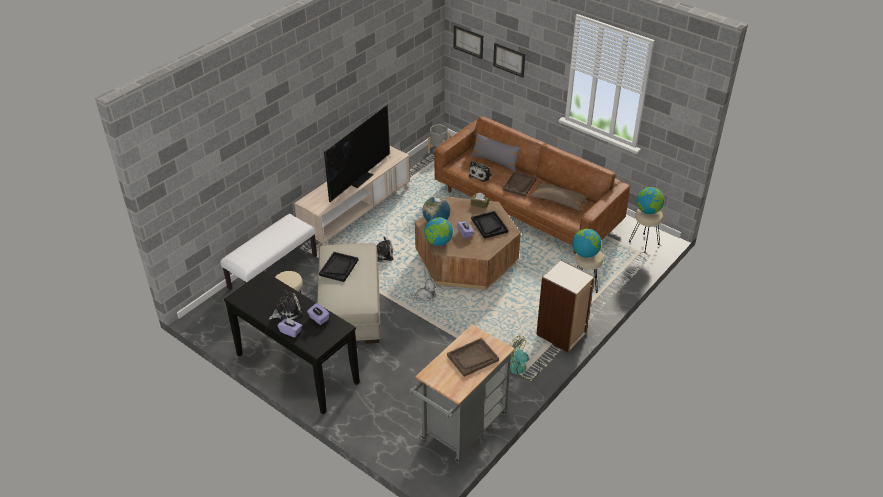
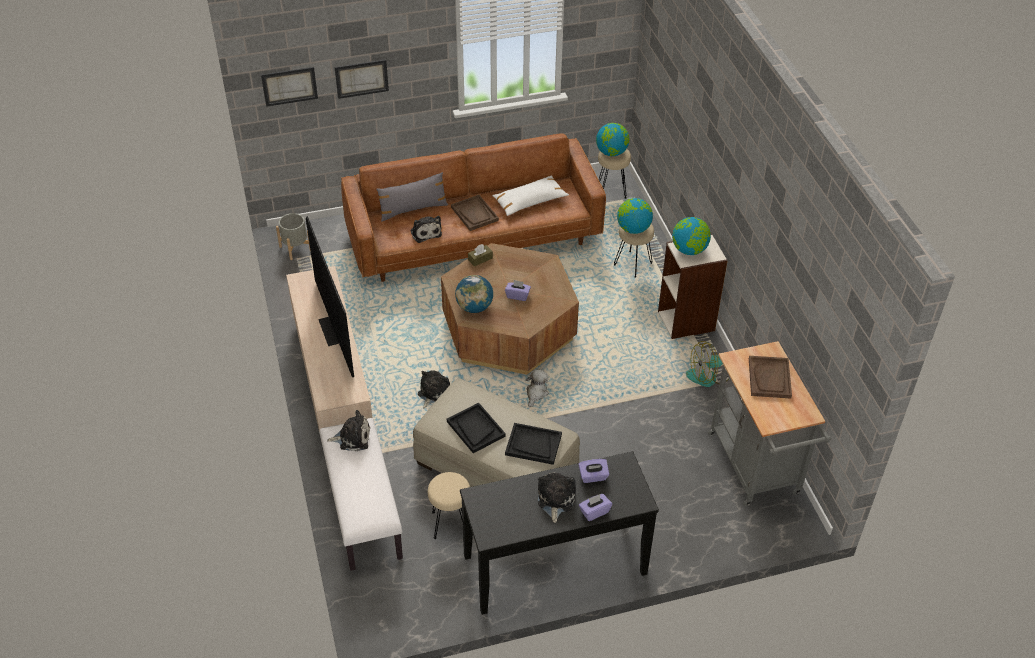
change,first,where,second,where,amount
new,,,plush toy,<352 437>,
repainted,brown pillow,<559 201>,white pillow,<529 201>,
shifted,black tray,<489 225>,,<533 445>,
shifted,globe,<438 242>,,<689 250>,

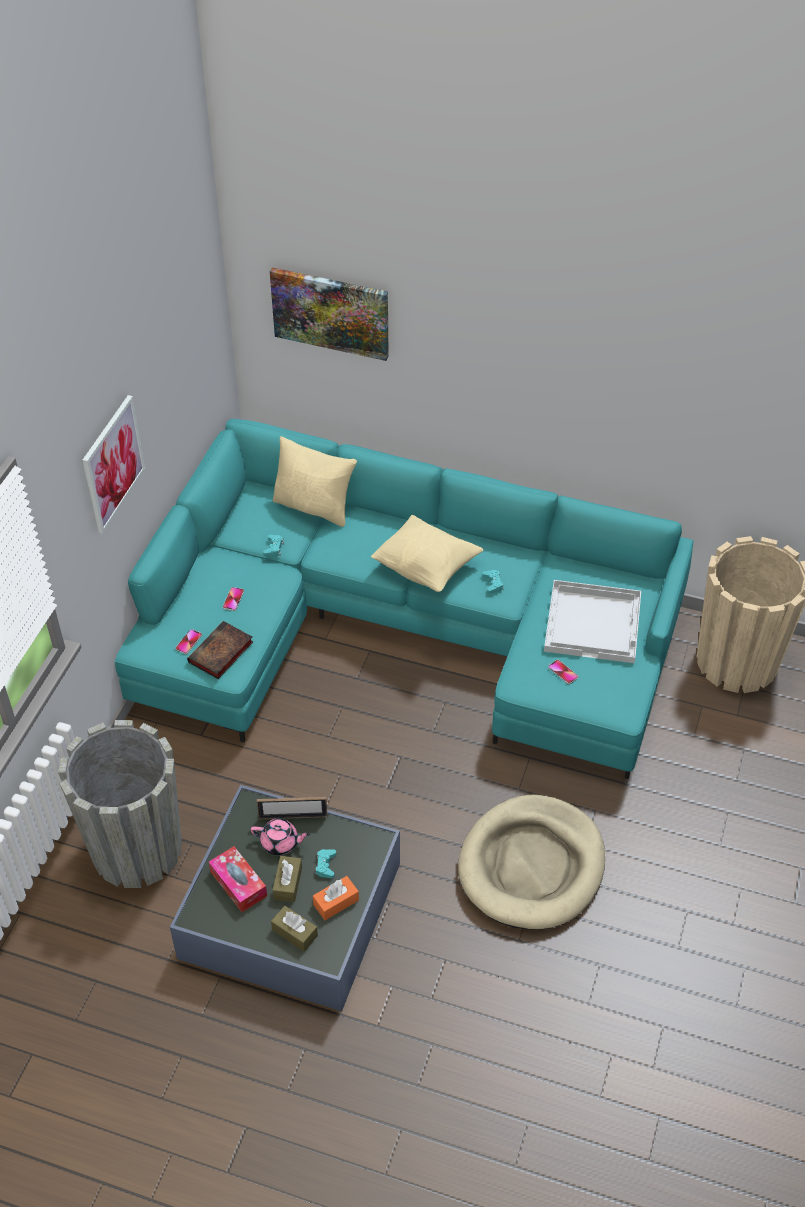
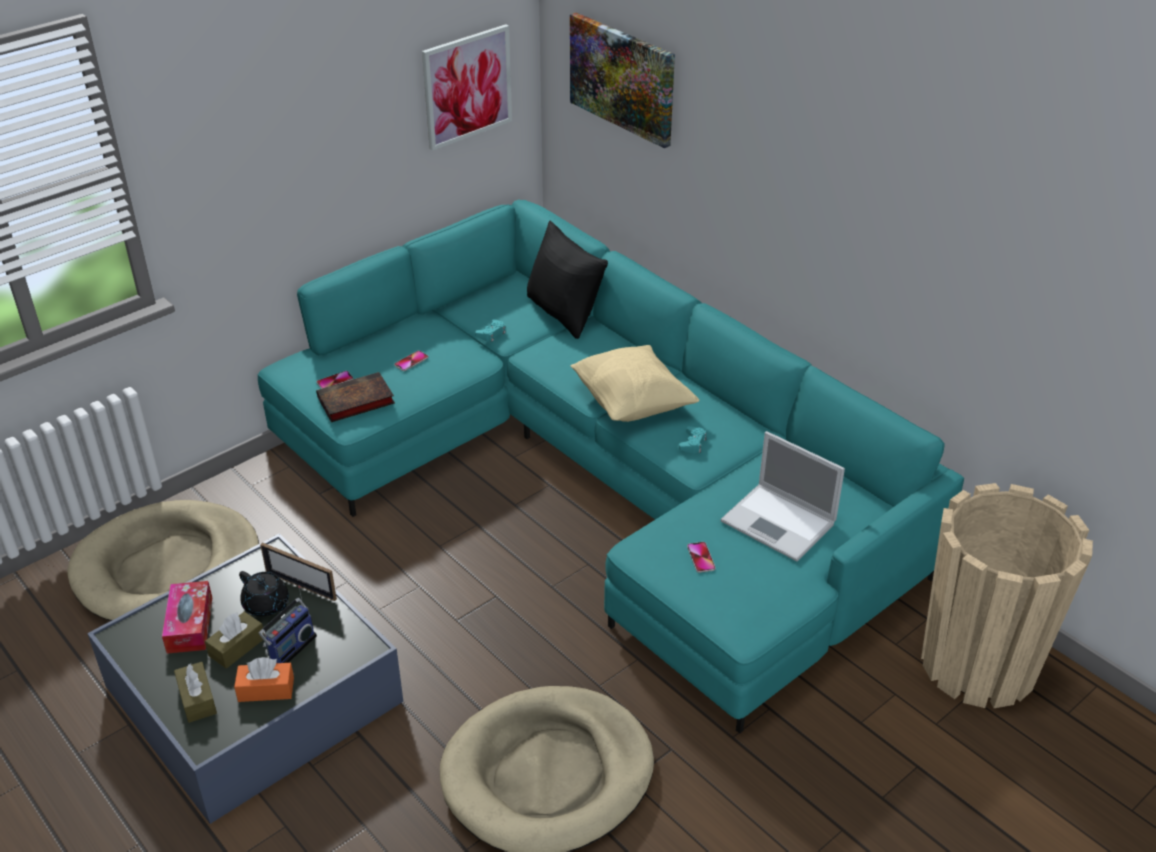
change,first,where,second,where,amount
swapped,grey planter,<137 849>,beige dog bed,<167 568>,
repainted,pink teapot,<280 843>,black teapot,<266 605>,
swapped,turquoise game controller,<325 865>,radio,<290 648>,
shifted,picture,<113 464>,,<467 86>,
repainted,beige pillow,<314 507>,black pillow,<564 313>,
swapped,white tray,<593 623>,laptop,<780 523>,

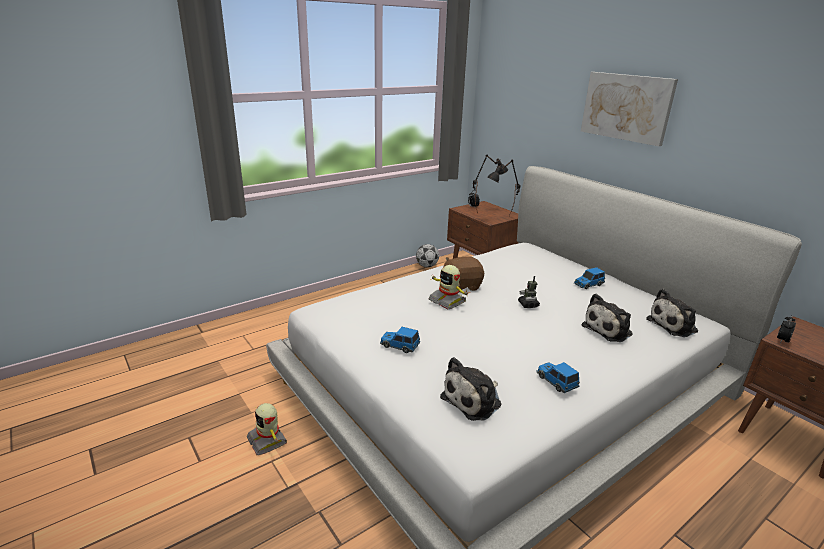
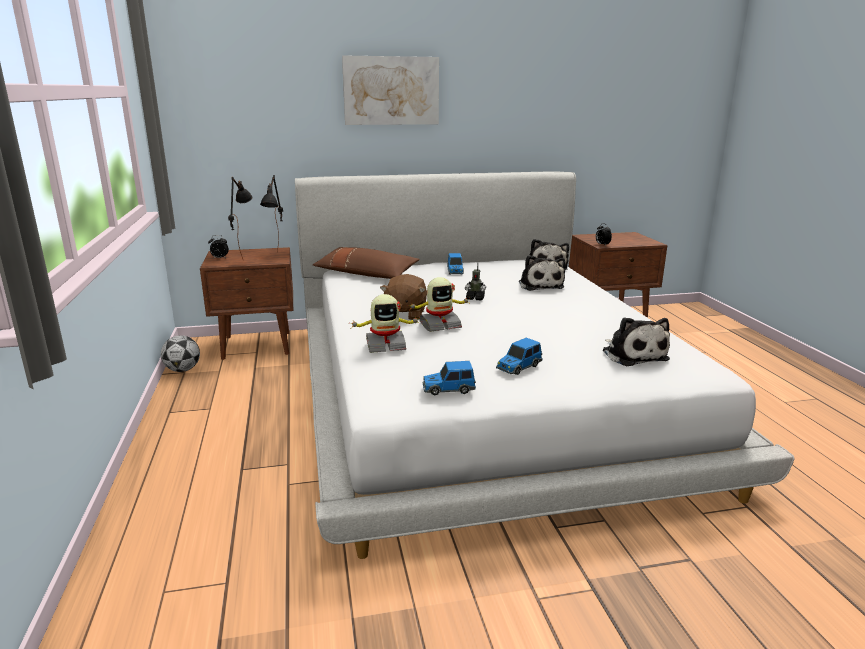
change,first,where,second,where,amount
new,,,brown pillow,<366 273>,
shifted,toy robot,<268 440>,,<385 345>,
shifted,toy car,<556 382>,,<448 389>,

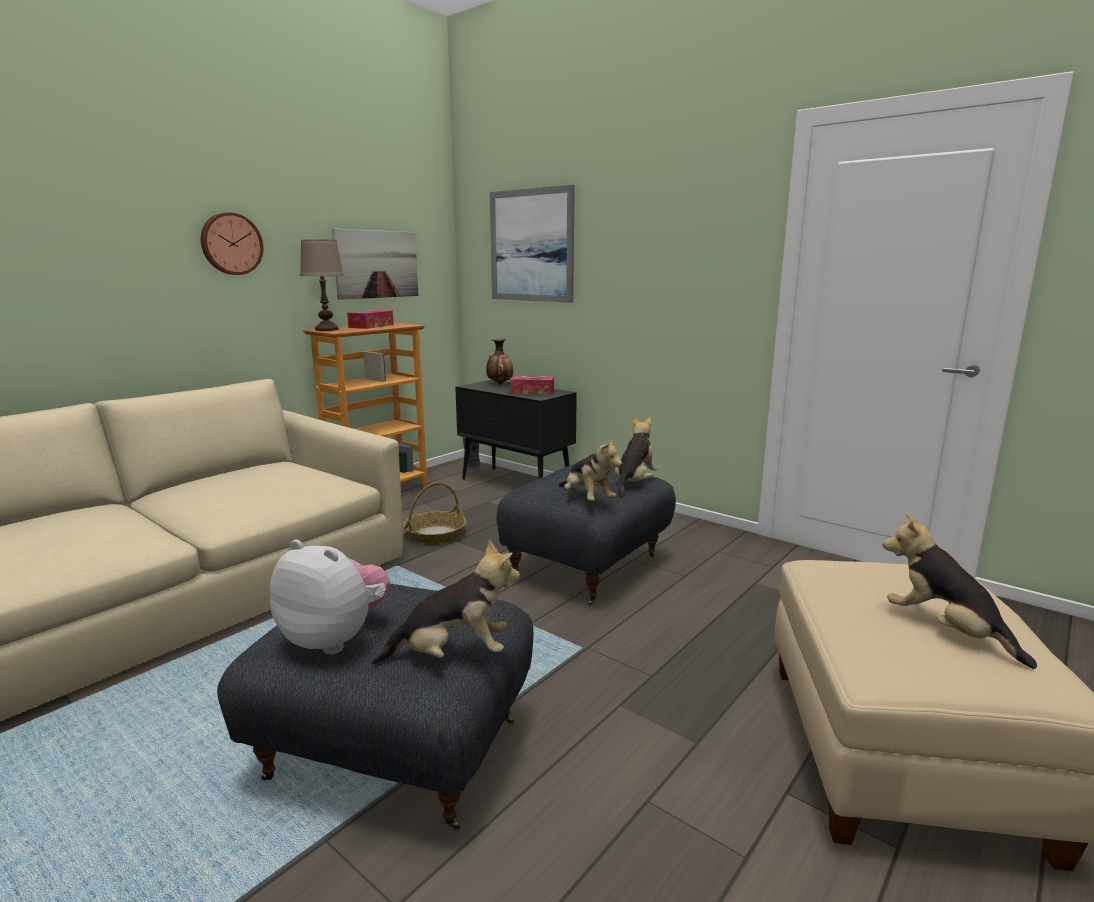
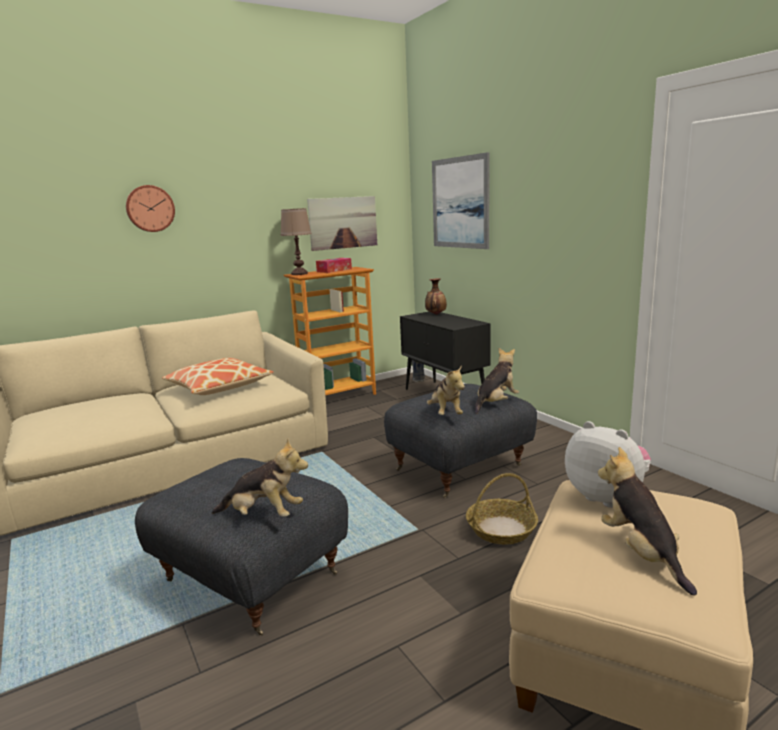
change,first,where,second,where,amount
shifted,wall clock,<231 244>,,<150 208>,
new,,,pillow,<219 387>,
shifted,basket,<435 534>,,<501 529>,
shifted,plush toy,<335 638>,,<606 497>,
gone,tissue box,<532 391>,,,

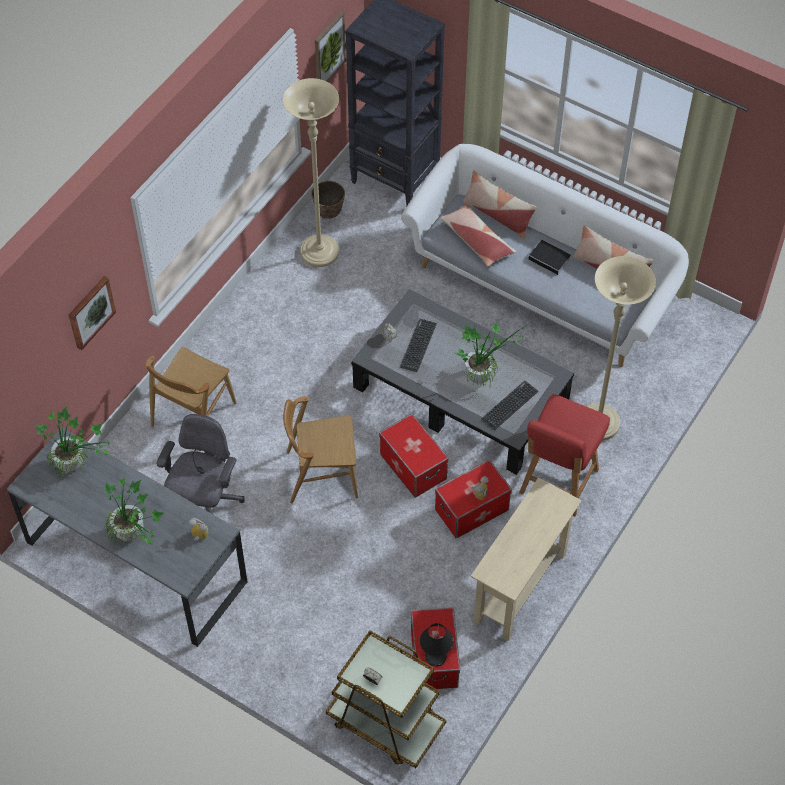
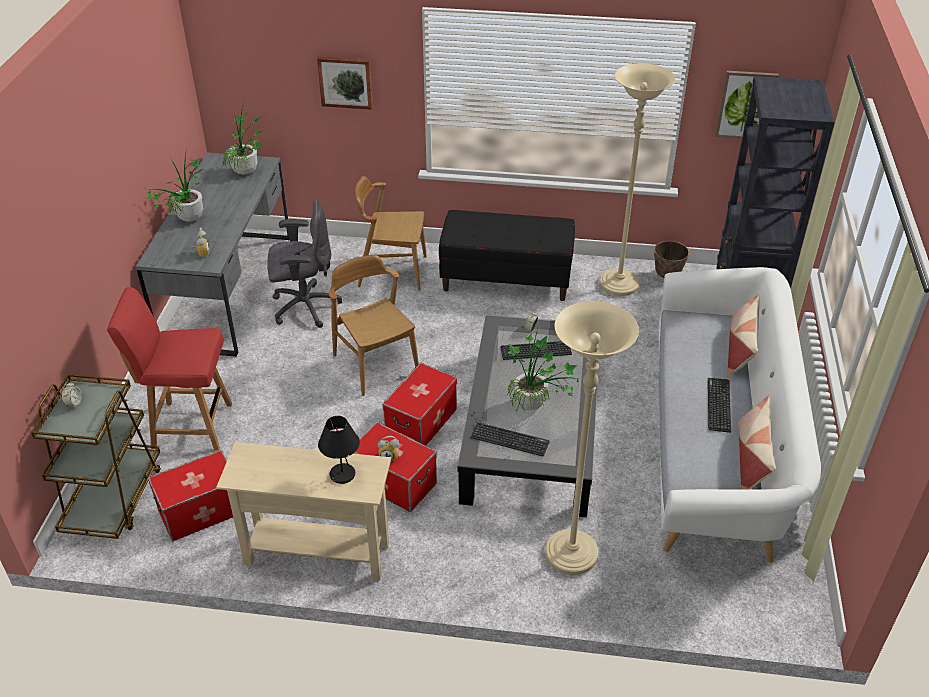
change,first,where,second,where,amount
shifted,red chair,<558 483>,,<190 425>,
shifted,black table lamp,<435 657>,,<342 474>,
new,,,black bench,<506 279>,
swapped,book,<550 259>,keyboard,<719 405>,
gone,pillow,<476 240>,,,

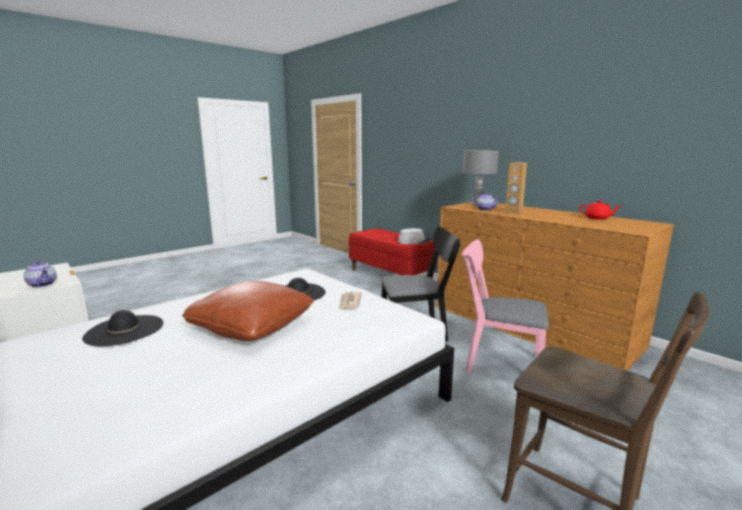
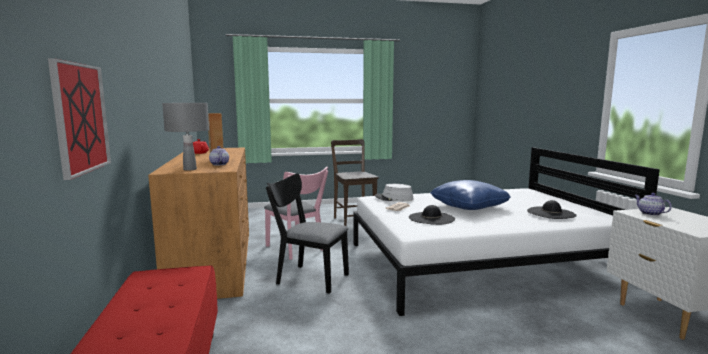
change,first,where,second,where,amount
new,,,picture,<80 118>,
shifted,grey hat,<414 241>,,<394 198>,
repainted,brown pillow,<252 326>,blue pillow,<468 206>,

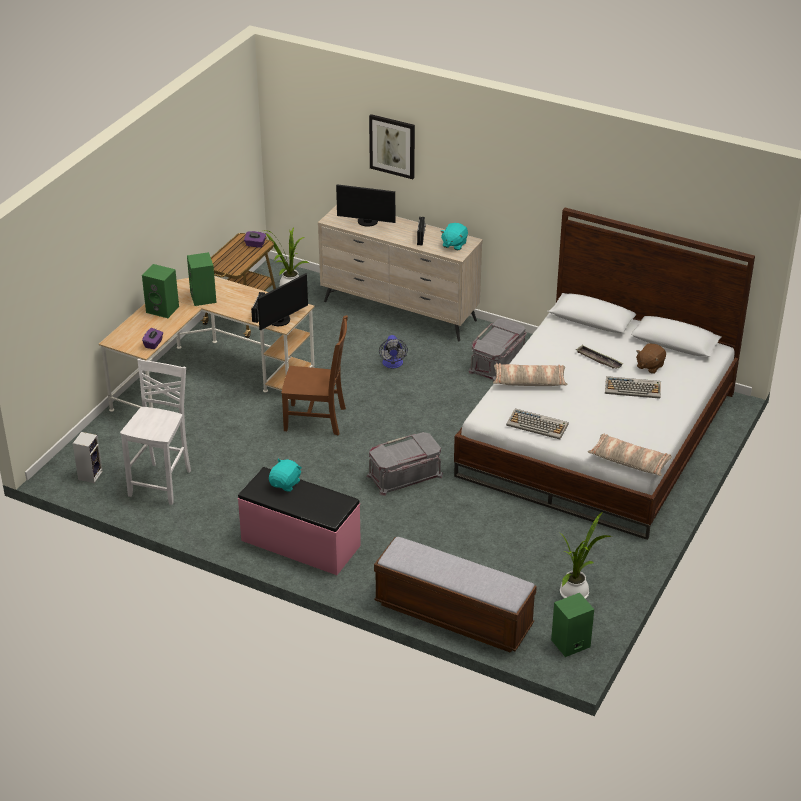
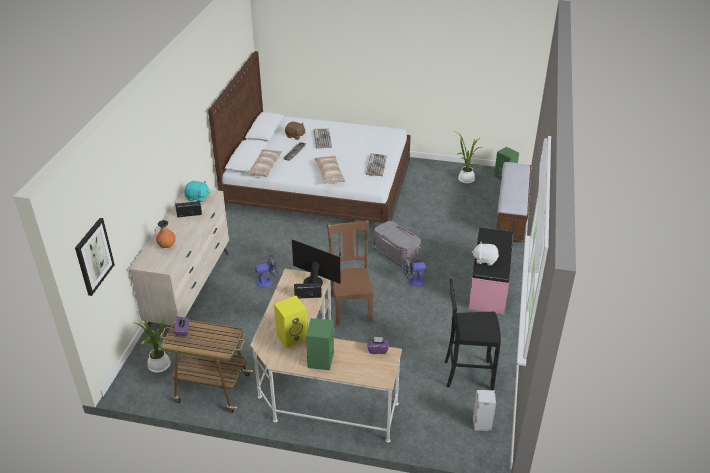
change,first,where,second,where,amount
shifted,picture,<392 146>,,<94 256>,
swapped,monitor,<367 222>,orange vase,<167 246>,
shifted,pillow,<629 461>,,<265 167>,
repainted,green speaker,<204 298>,yellow speaker,<292 336>,
new,,,fan,<413 281>,
repainted,white chair,<162 483>,black chair,<467 374>,
repainted,turquoise plush toy,<285 484>,white plush toy,<485 260>,
gone,grey storage box,<498 362>,,,

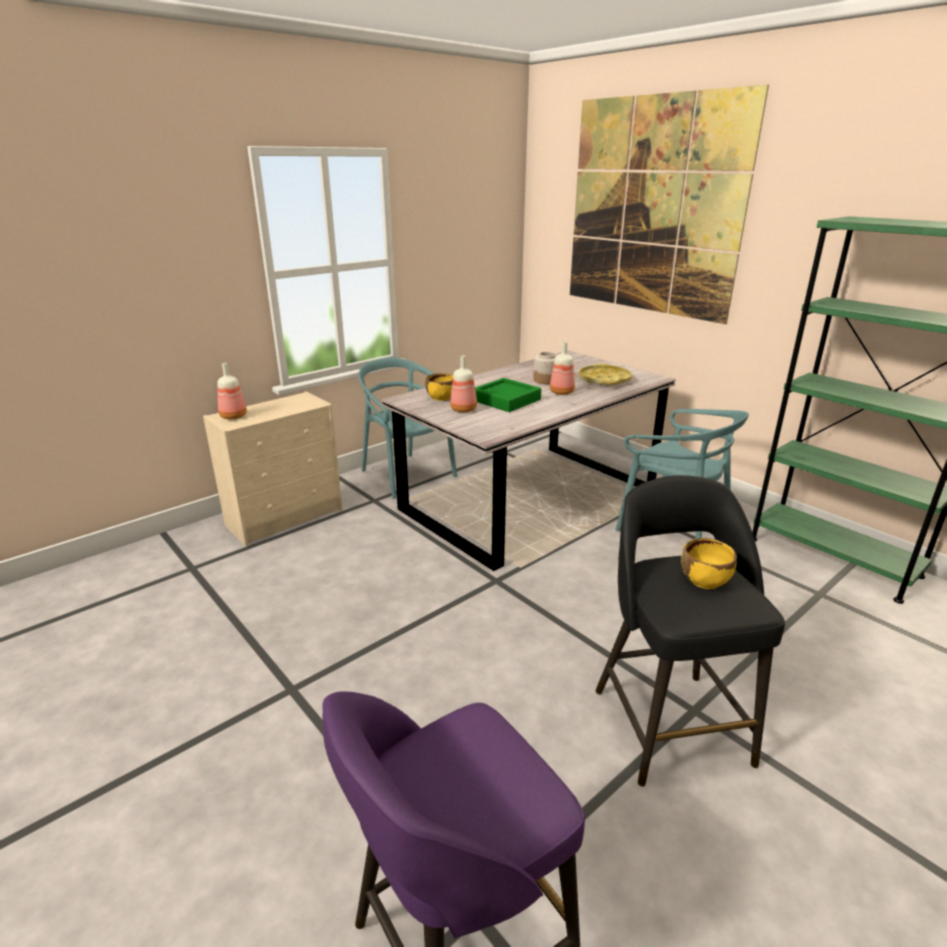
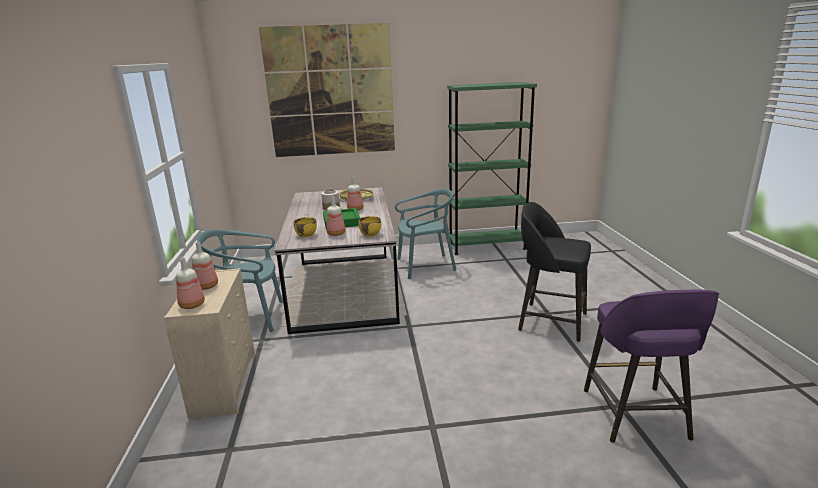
change,first,where,second,where,amount
new,,,bottle,<207 286>,
shifted,yellow bowl,<705 580>,,<370 234>,

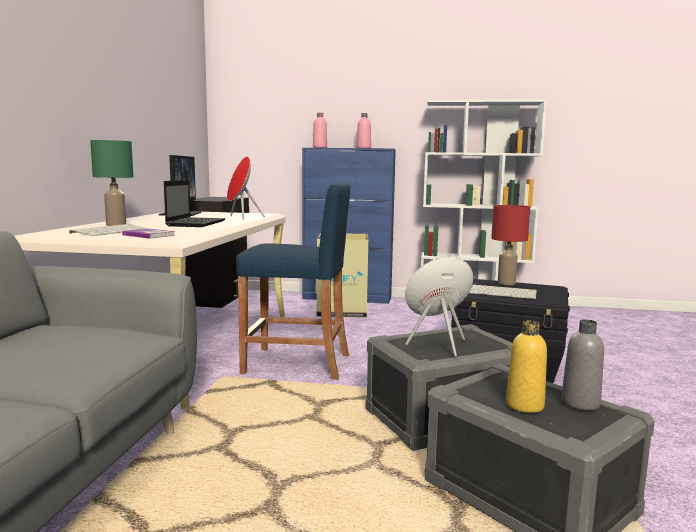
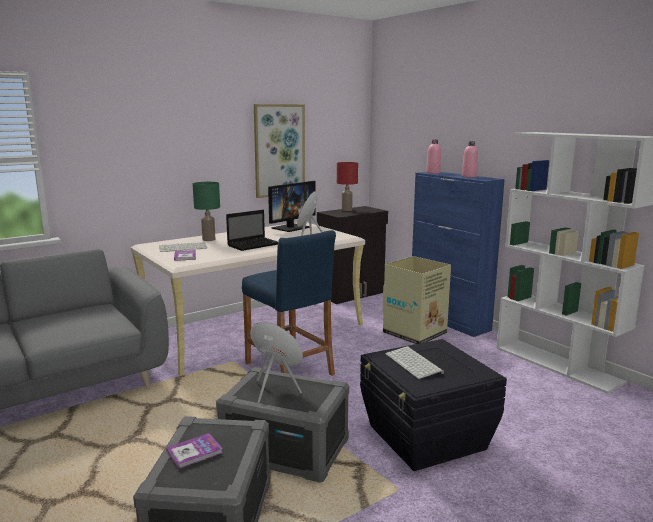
change,first,where,second,where,amount
swapped,yellow bottle,<524 405>,book,<194 452>,
new,,,picture,<279 150>,
shifted,red table lamp,<506 283>,,<347 210>,
gone,grey bottle,<580 403>,,,

